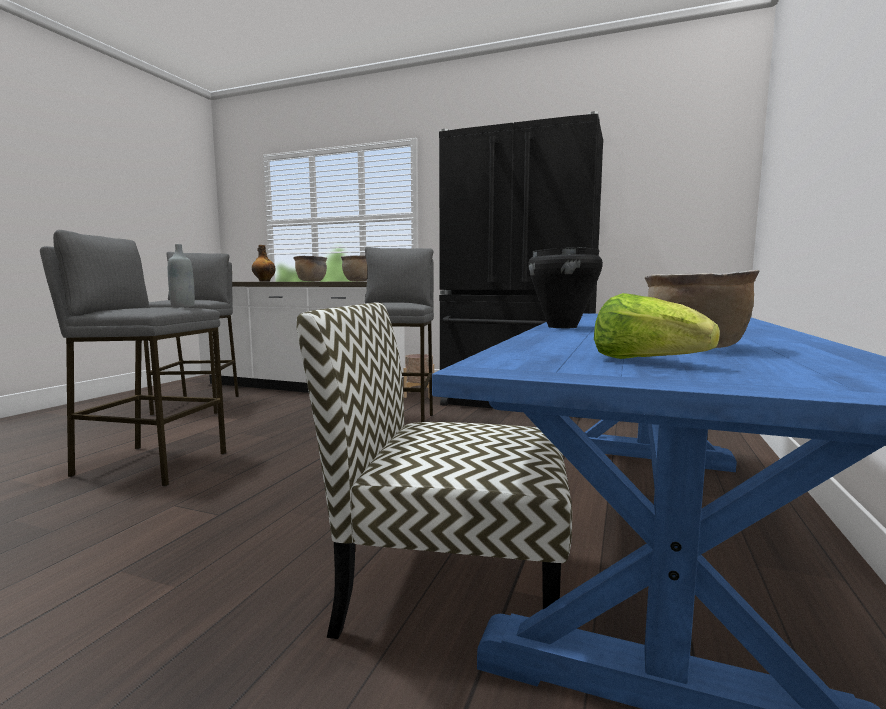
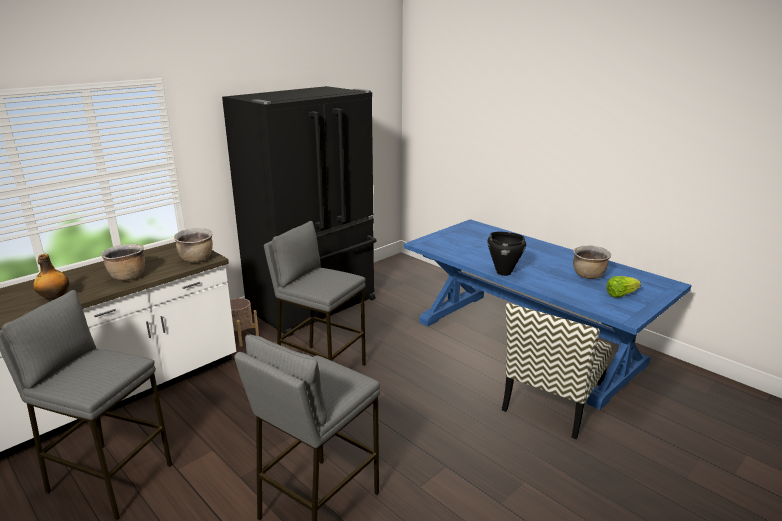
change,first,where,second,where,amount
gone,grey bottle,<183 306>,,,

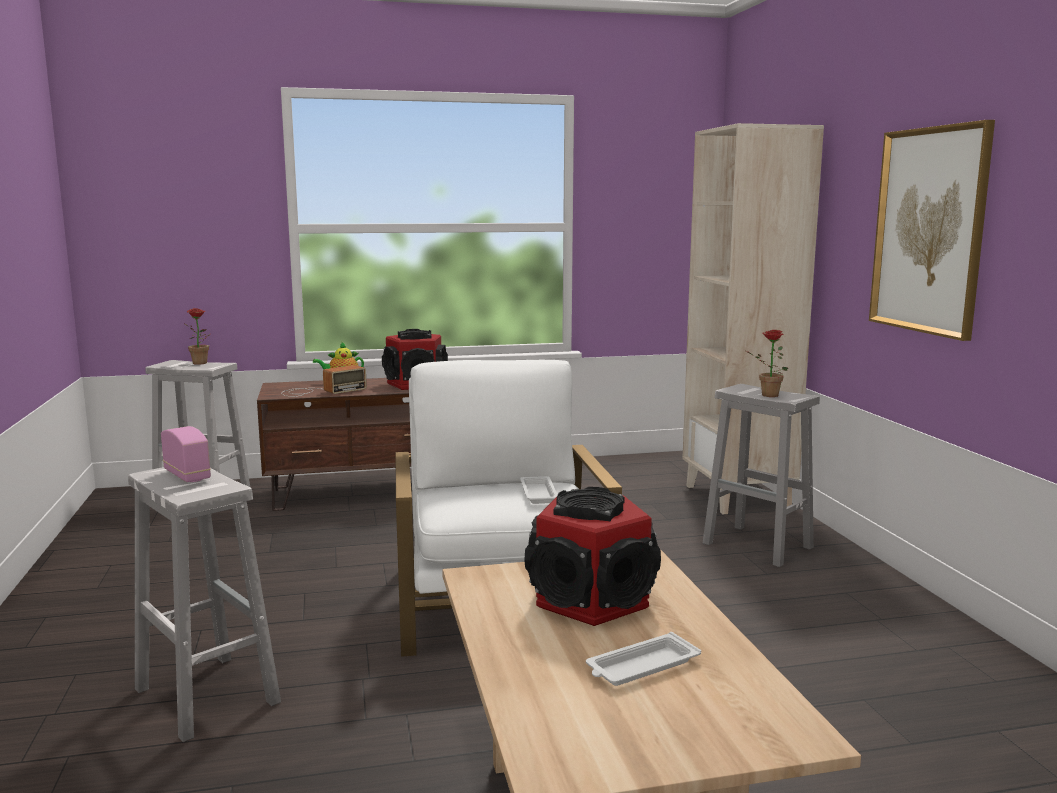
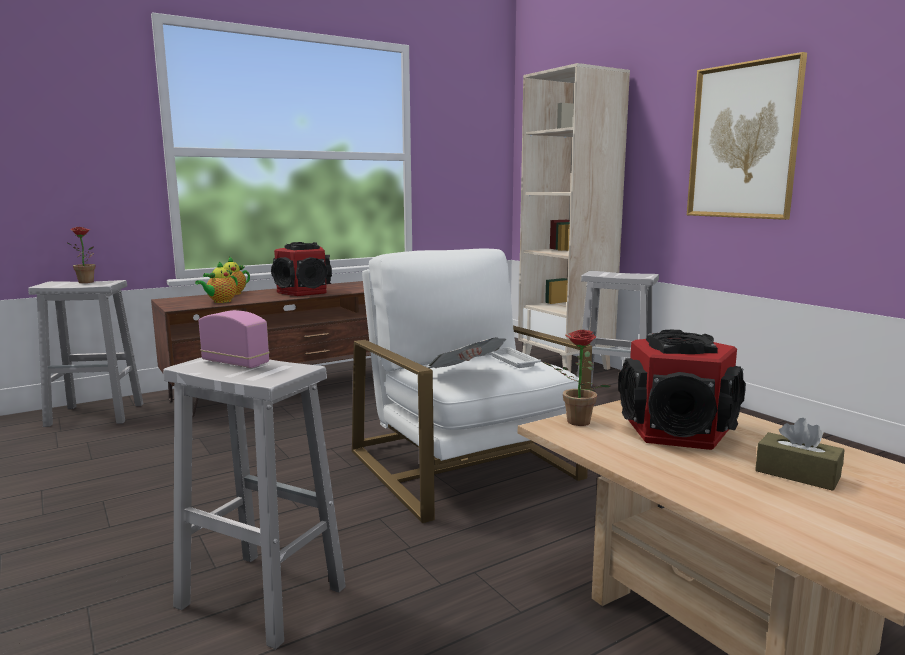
change,first,where,second,where,amount
swapped,radio,<320 391>,teapot,<220 301>,
new,,,newspaper,<465 375>,
shifted,potted plant,<766 395>,,<574 422>,
swapped,white tray,<641 667>,brown tissue box,<797 474>,

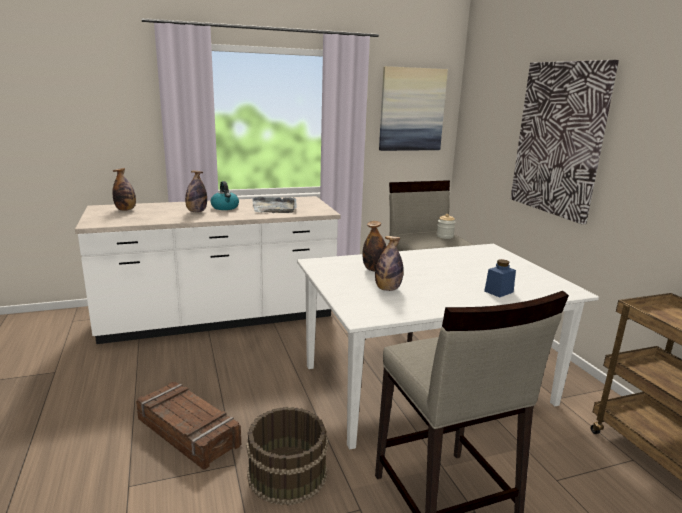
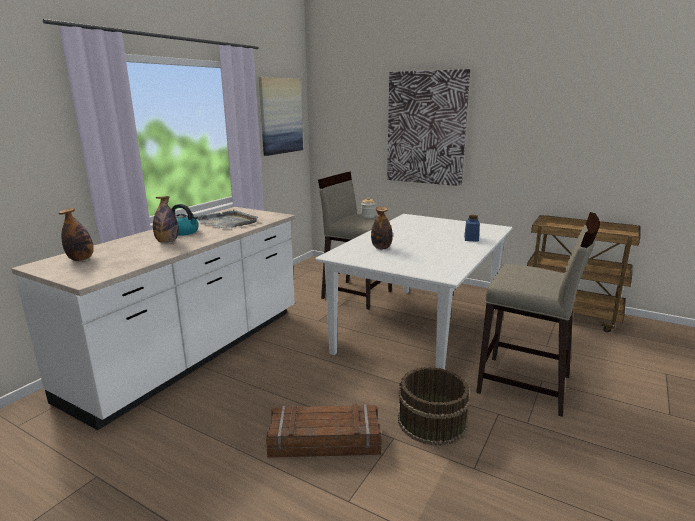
change,first,where,second,where,amount
gone,bottle,<387 289>,,,

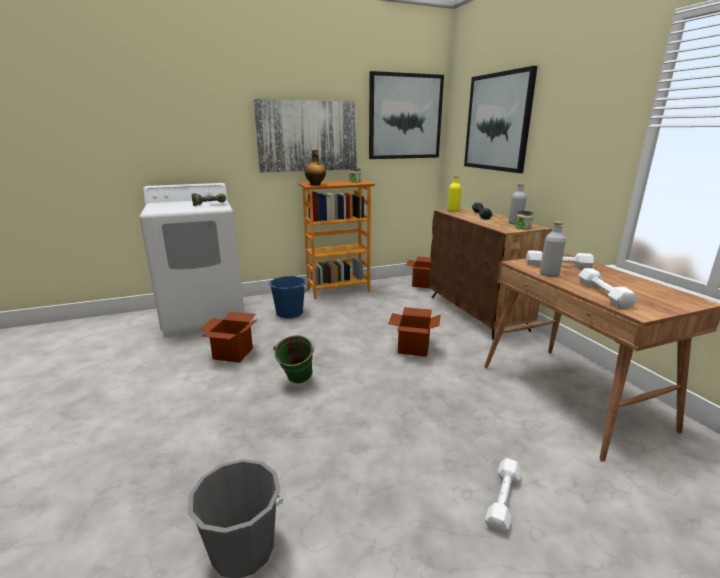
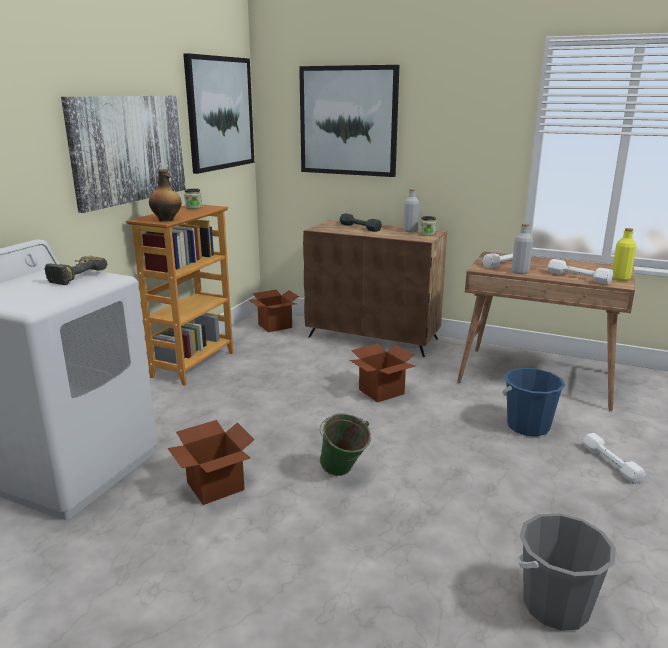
change,first,where,second,where,amount
shifted,blue bucket,<289 313>,,<528 426>,
shifted,yellow bottle,<453 210>,,<620 278>,

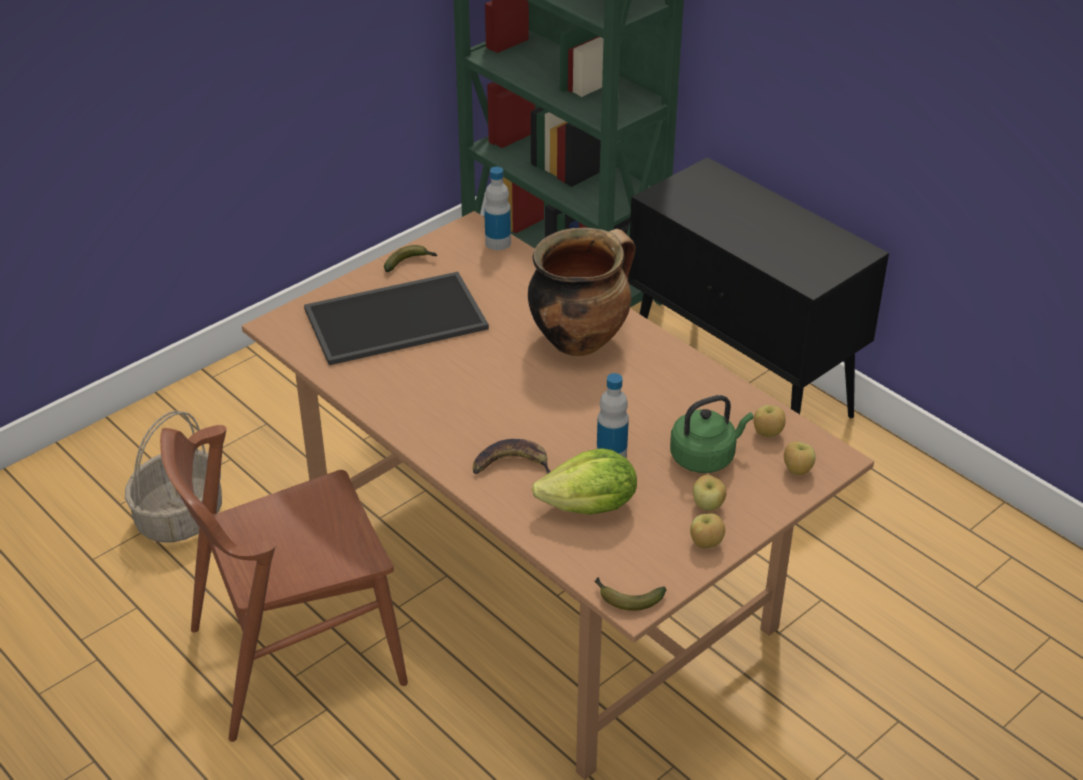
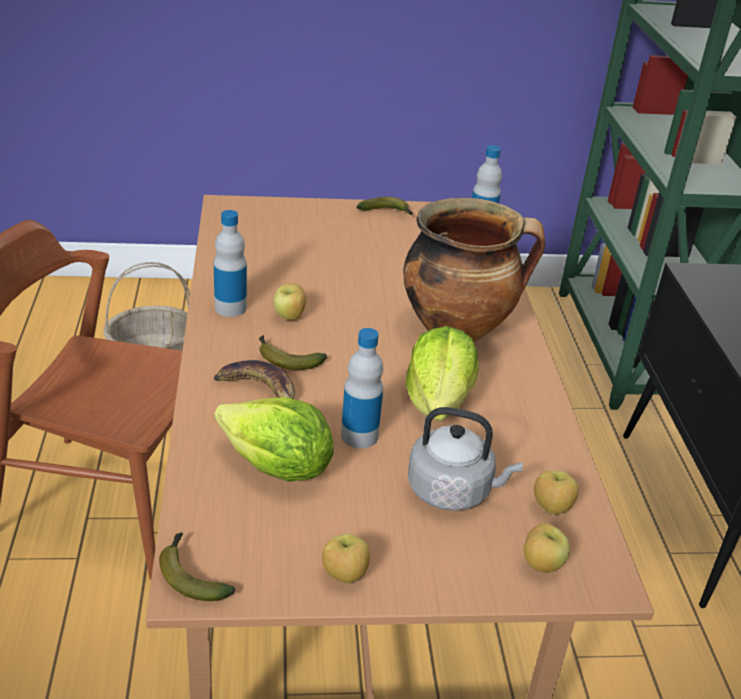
change,first,where,second,where,amount
new,,,bottle,<230 308>,
new,,,banana,<286 359>,
shifted,apple,<708 506>,,<290 317>,
new,,,lettuce,<439 401>,
repainted,green kettle,<705 457>,grey kettle,<453 491>,
gone,tray,<396 317>,,,

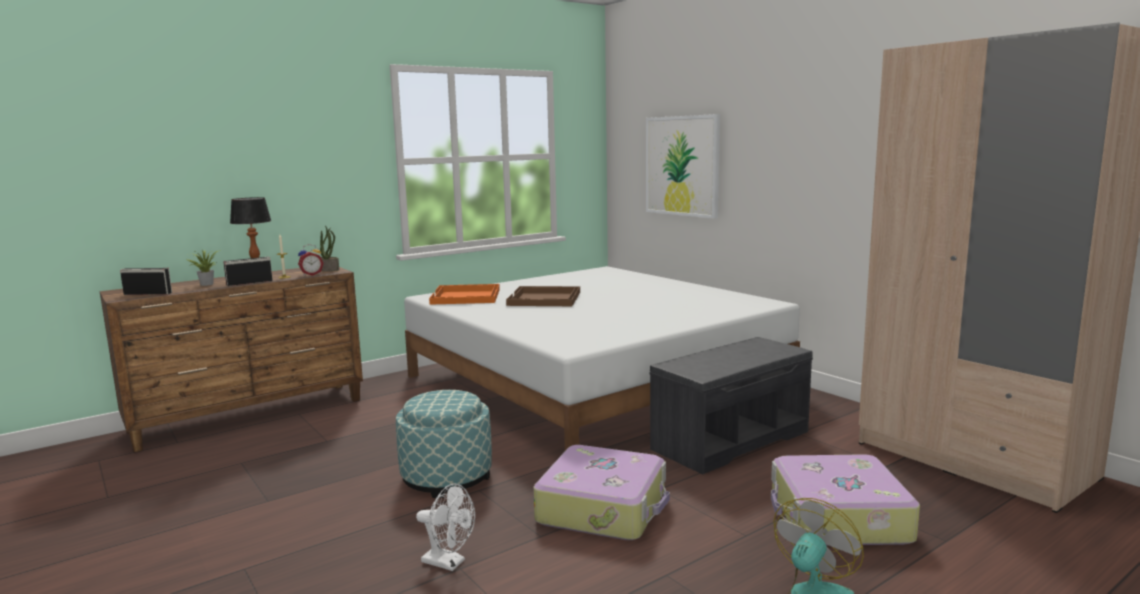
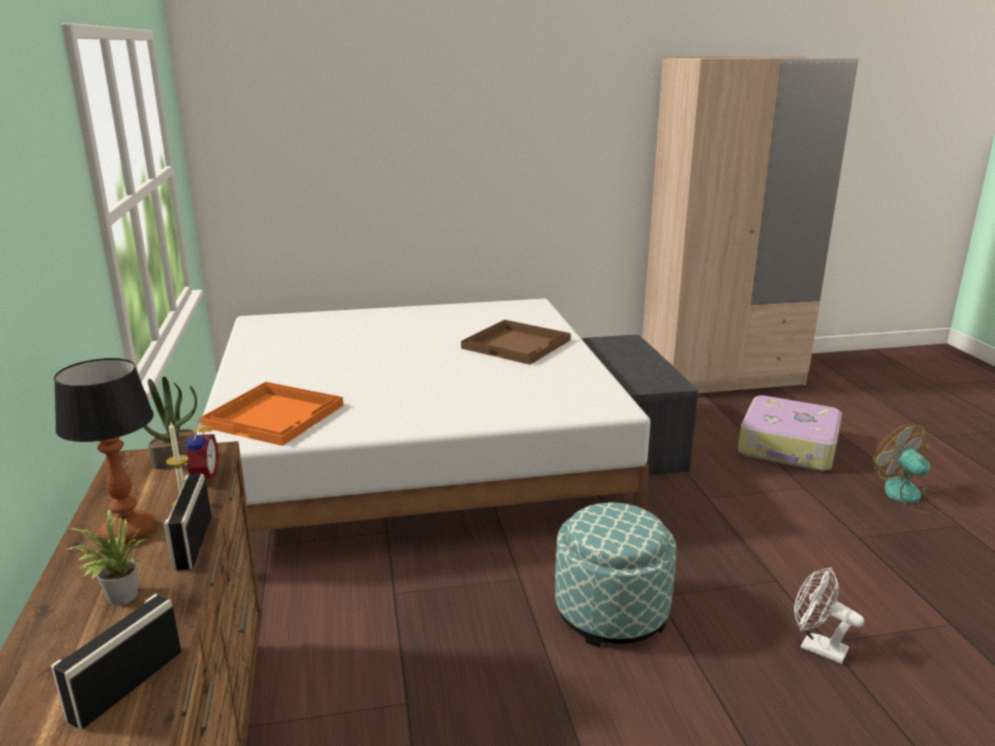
change,first,where,second,where,amount
shifted,brown tray,<545 299>,,<517 344>,
rotated,white fan,<449 563>,,<816 647>,105 degrees counterclockwise
gone,suitcase,<603 508>,,,
gone,picture,<682 166>,,,

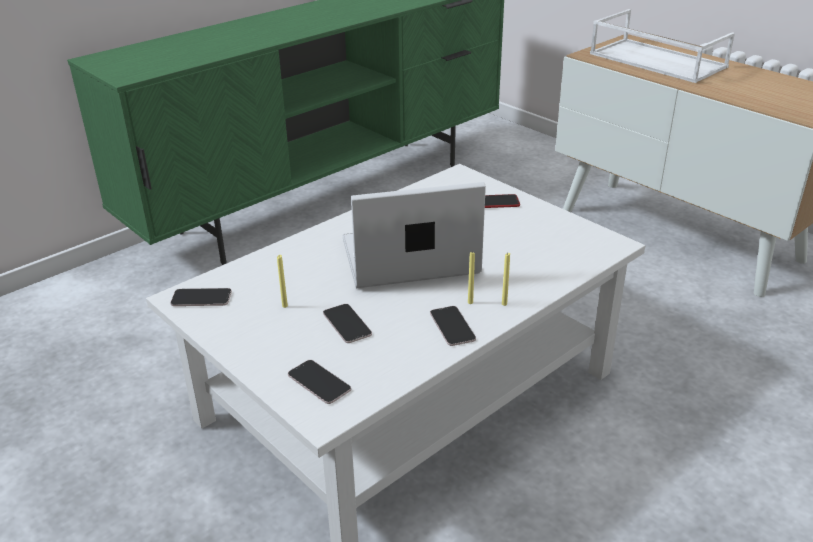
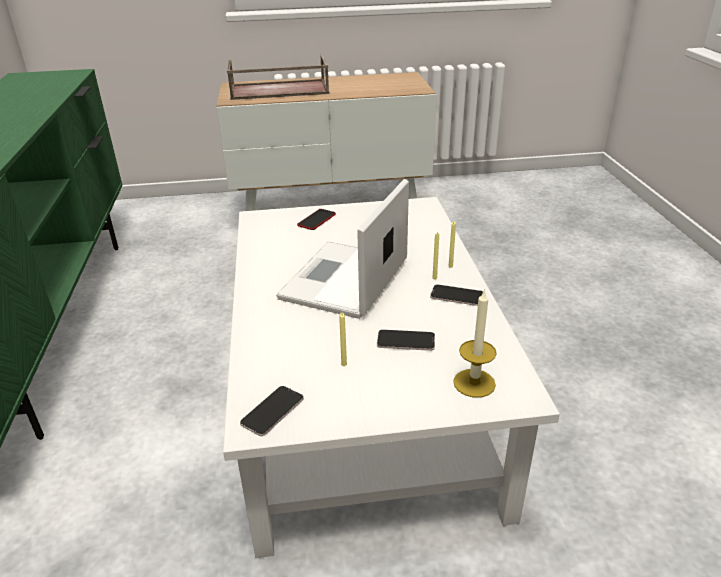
change,first,where,second,where,amount
repainted,white tray,<655 60>,brown tray,<278 90>,
swapped,phone,<319 382>,candle,<474 383>,

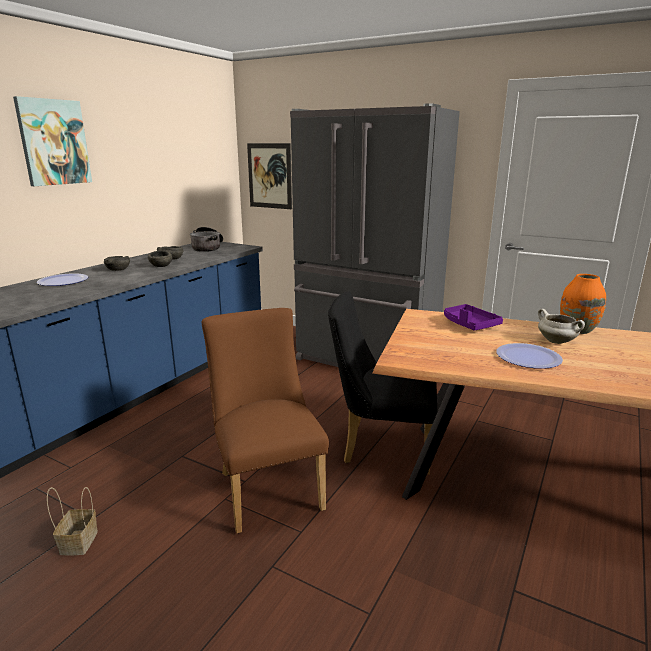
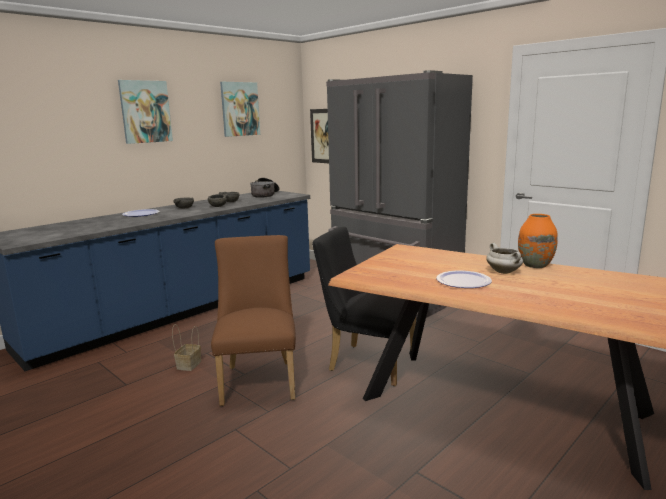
change,first,where,second,where,amount
shifted,basket,<78 541>,,<189 364>,
new,,,picture,<240 109>,
gone,purple tray,<469 324>,,,

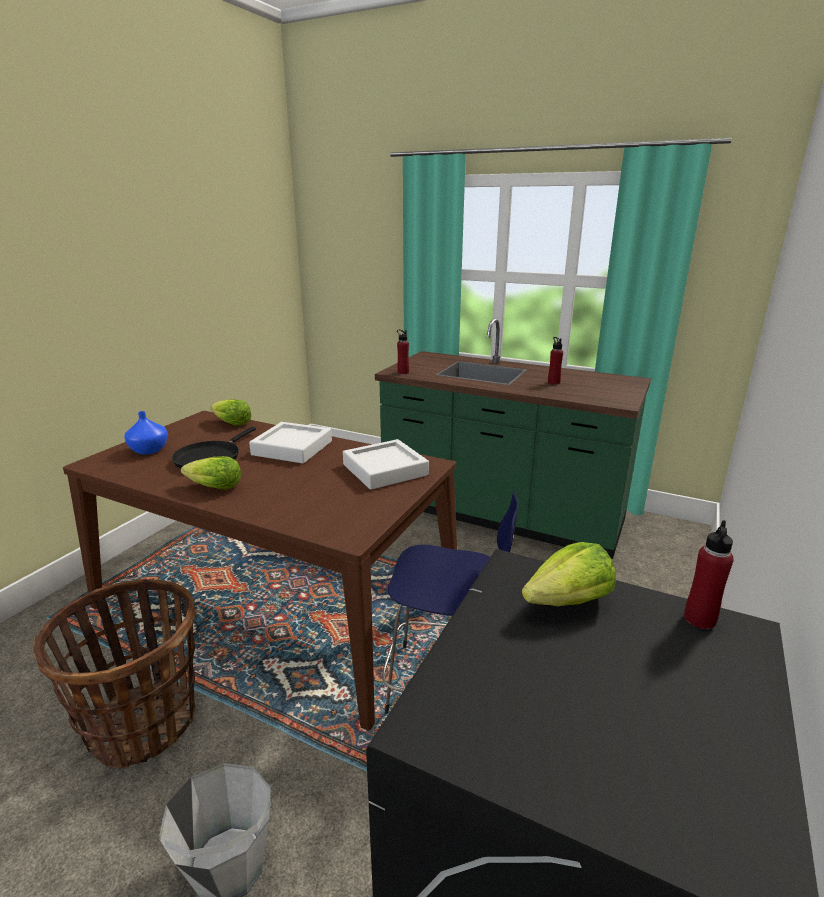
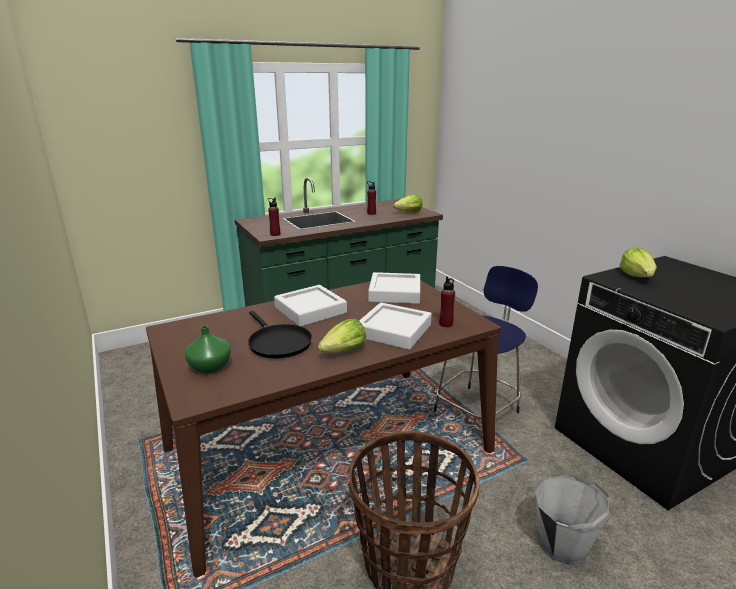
change,first,where,second,where,amount
repainted,blue vase,<148 450>,green vase,<210 367>,
new,,,white tray,<393 331>,
shifted,lettuce,<231 423>,,<408 212>,
shifted,red bottle,<699 619>,,<446 324>,

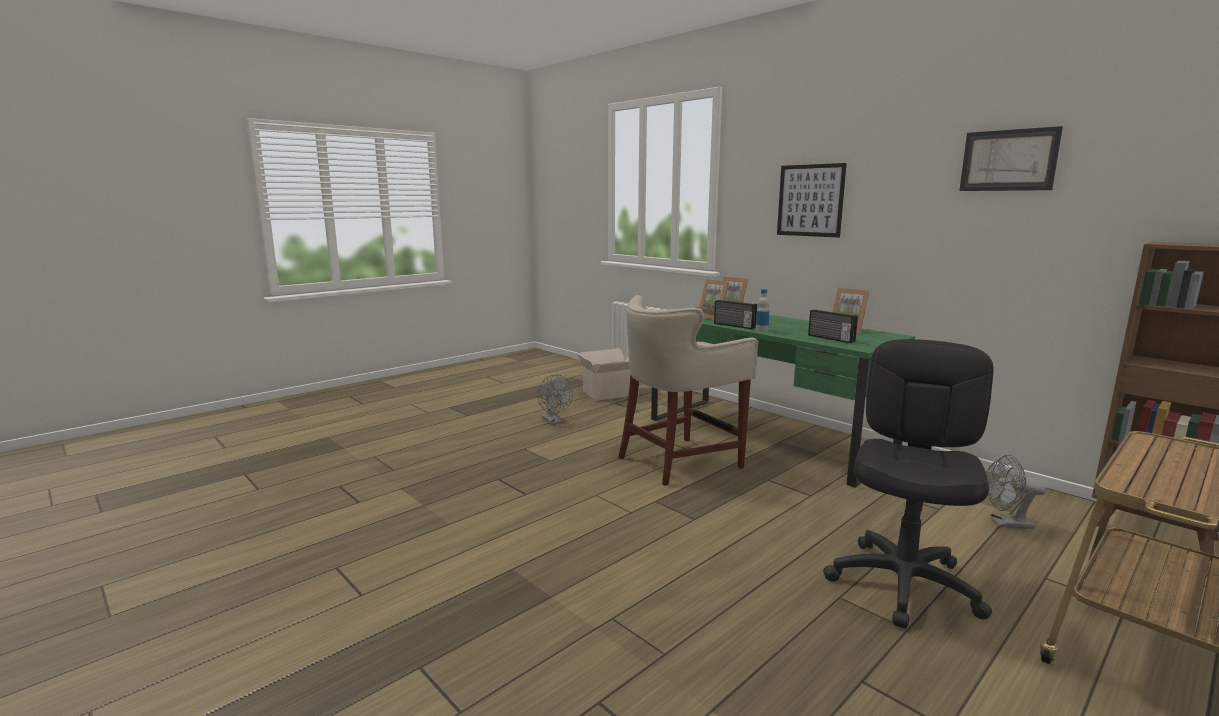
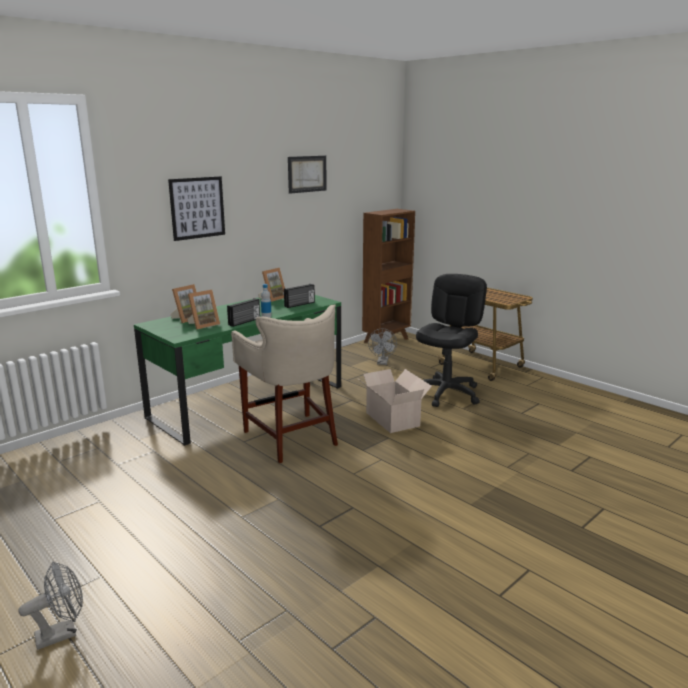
change,first,where,second,where,amount
shifted,grey fan,<554 421>,,<62 633>,
shifted,cardboard box,<612 393>,,<392 418>,
rotated,black office chair,<903 584>,,<446 393>,90 degrees clockwise

